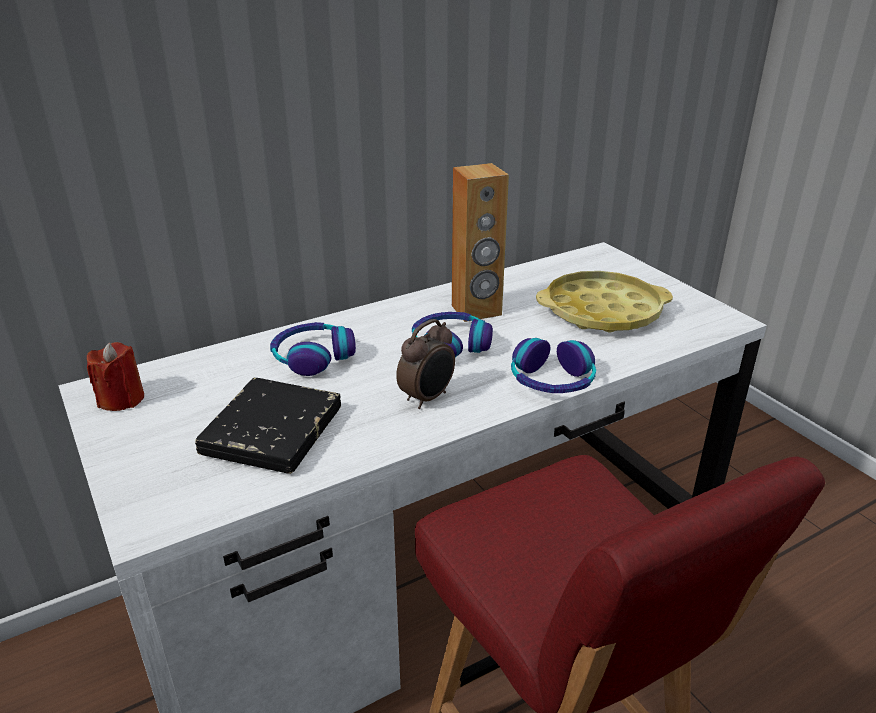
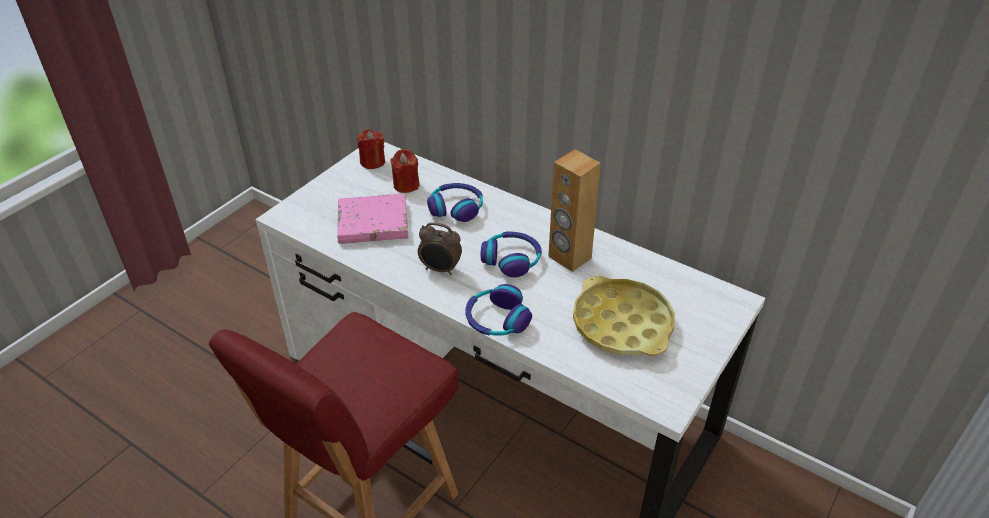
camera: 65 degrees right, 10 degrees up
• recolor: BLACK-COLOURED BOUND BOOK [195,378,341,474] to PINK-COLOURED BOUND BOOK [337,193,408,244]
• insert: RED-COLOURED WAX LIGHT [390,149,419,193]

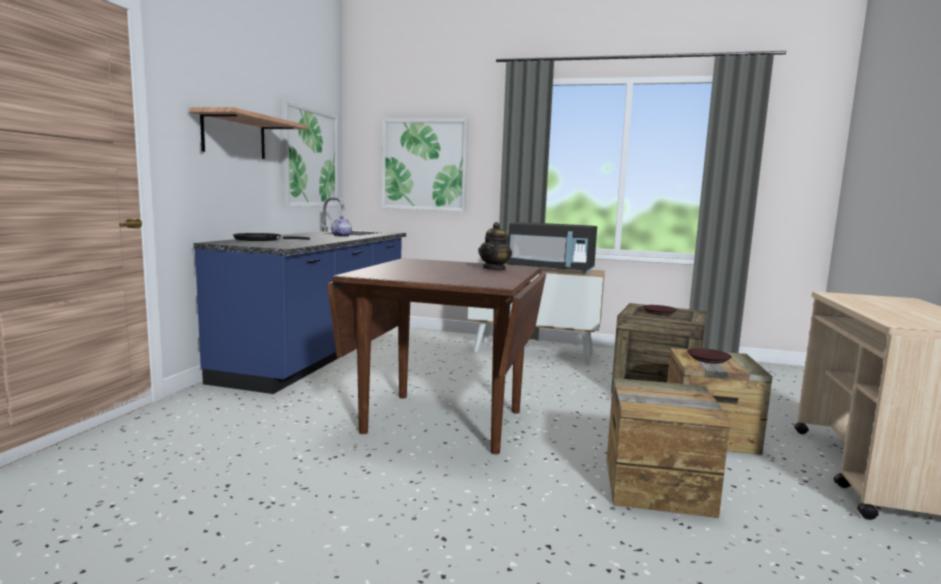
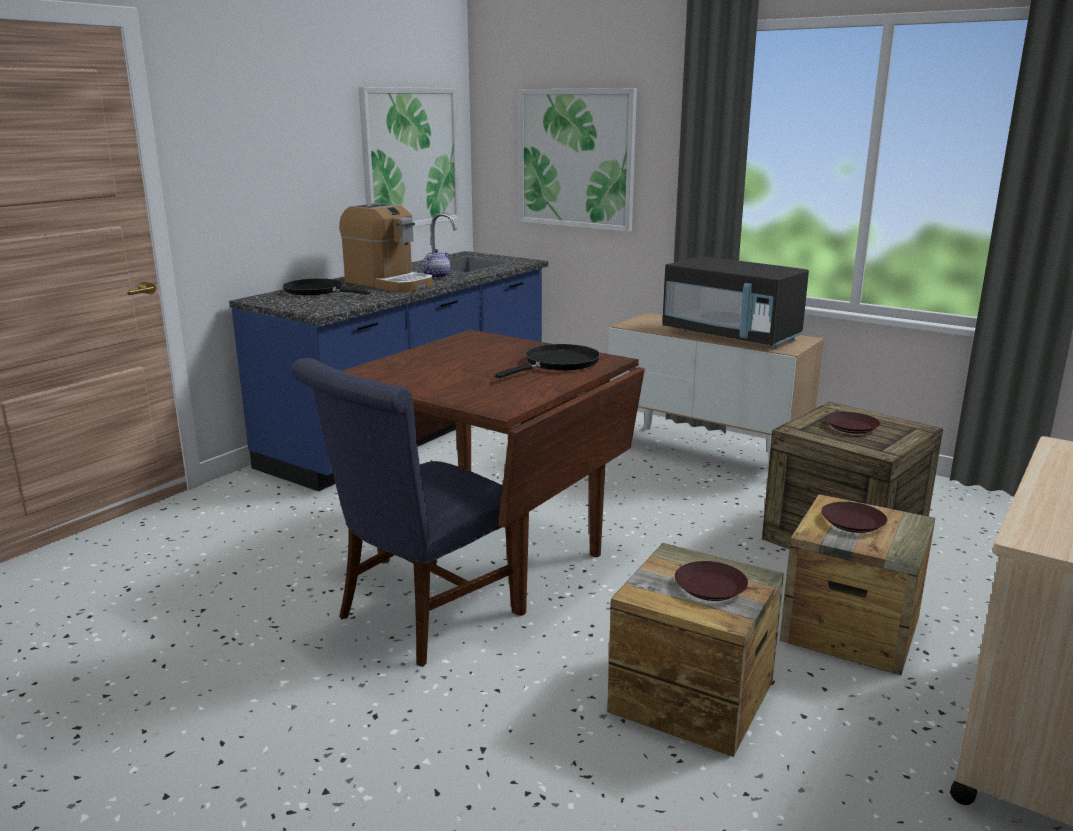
camera: 20 degrees right, 10 degrees up
• delete: SHELF [189,107,308,159]
• replace: TEA POT [478,222,512,271] to BLACK-COLOURED SKILLET [495,344,600,378]
• insert: COFFEE MAKER [339,203,433,292]
• insert: BLUE UPRIGHT CHAIR [291,358,514,667]
• insert: BROWN DINNER PLATE [675,561,748,601]

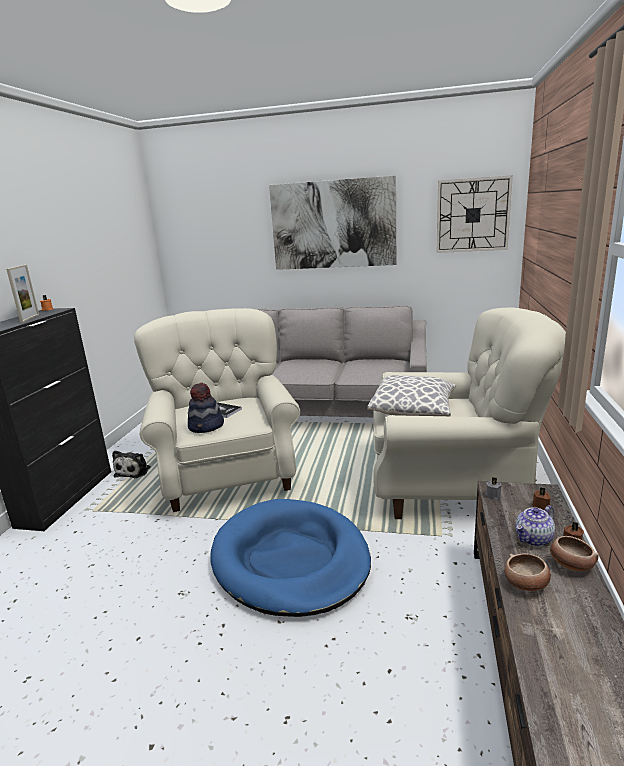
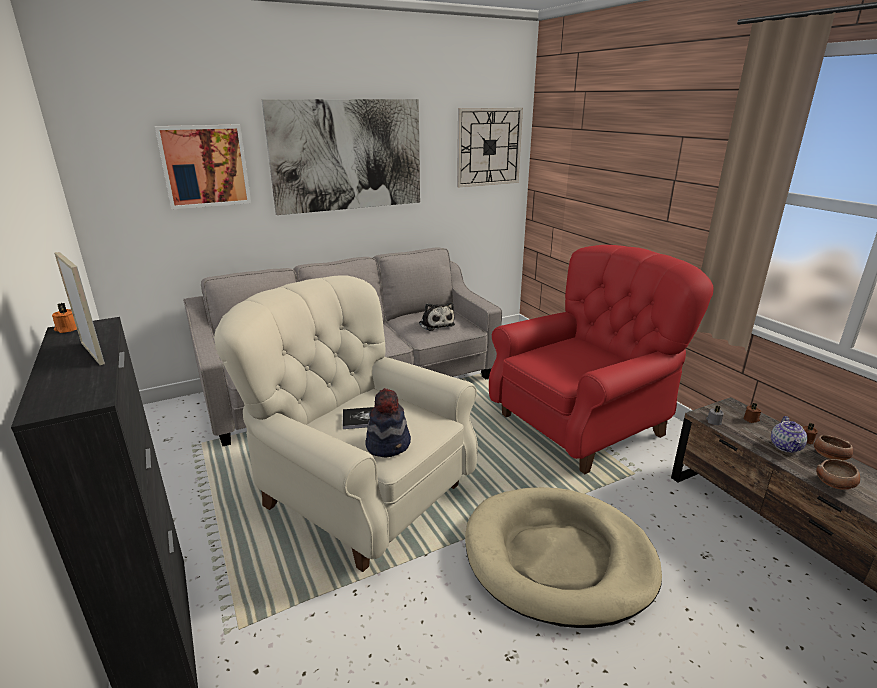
camera: 40 degrees left, 5 degrees up
• recolor: BEIGE-COLOURED LOUNGE CHAIR [373,307,566,519] to RED-COLOURED LOUNGE CHAIR [489,245,713,474]
• delete: CUSHION [367,375,455,416]
• move: SOFT TOY [112,450,151,478] to [419,302,455,331]
• recolor: BLUE DOG CUSHION [211,499,371,617] to BEIGE-COLOURED DOG CUSHION [465,487,662,628]
• insert: PICTURE [155,124,251,209]

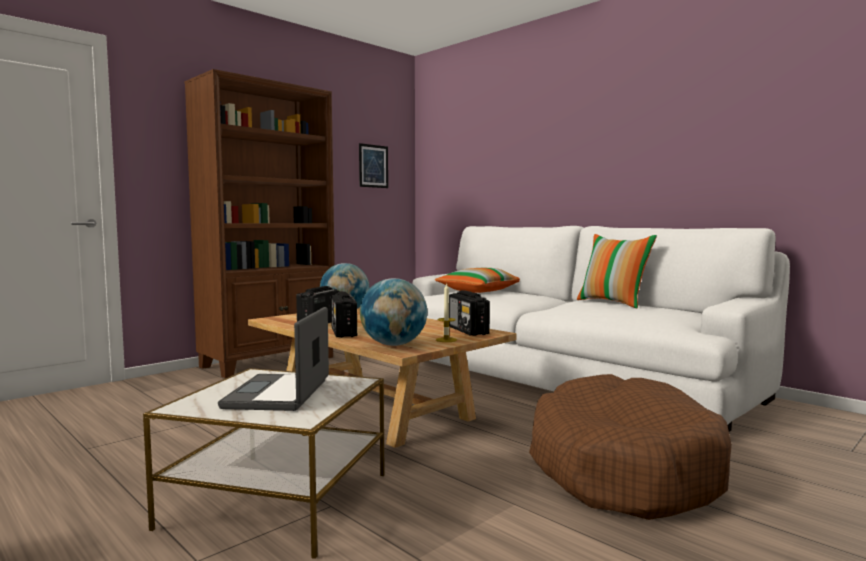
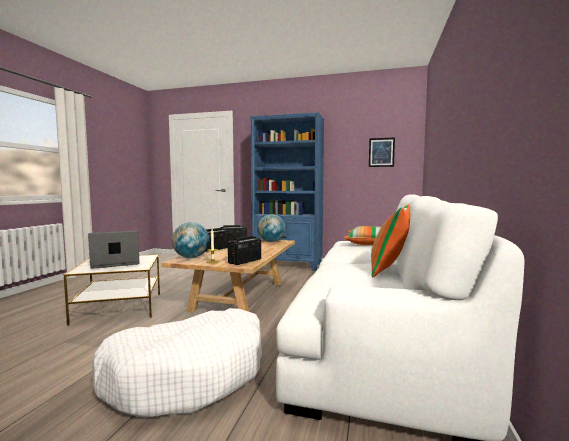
camera: 60 degrees right, 0 degrees up
• recolor: BROWN BOOKCASE [185,69,335,378] to BLUE BOOKCASE [251,112,324,271]
• recolor: BROWN DOG CUSHION [529,374,732,520] to WHITISH DOG CUSHION [92,308,262,418]

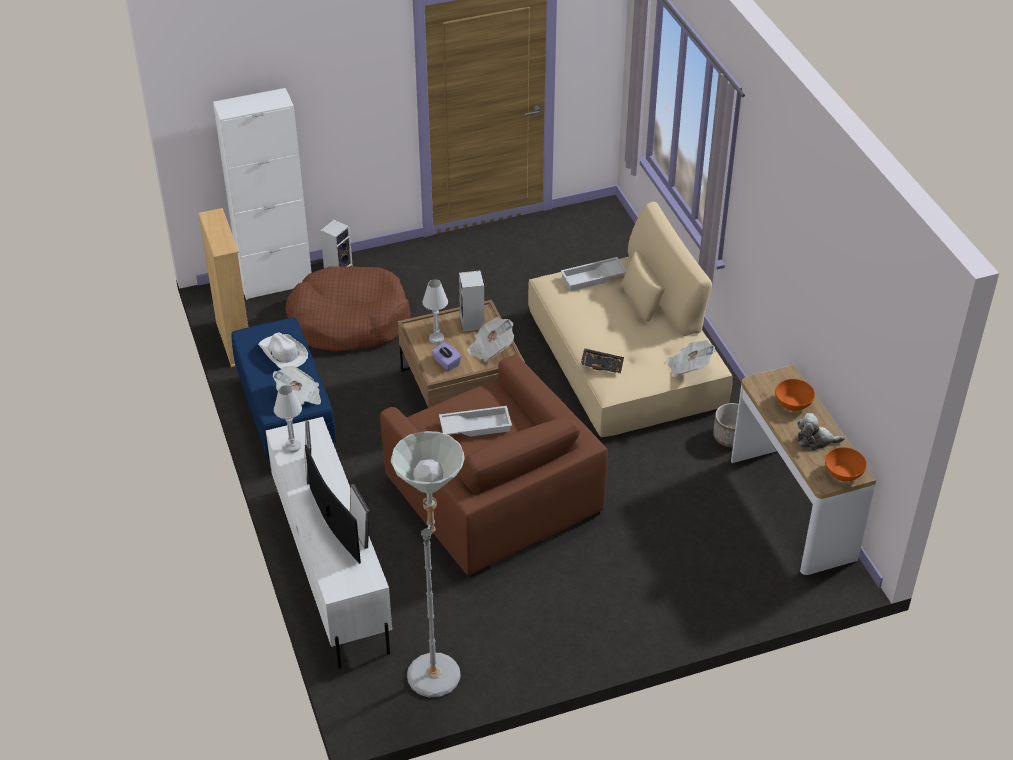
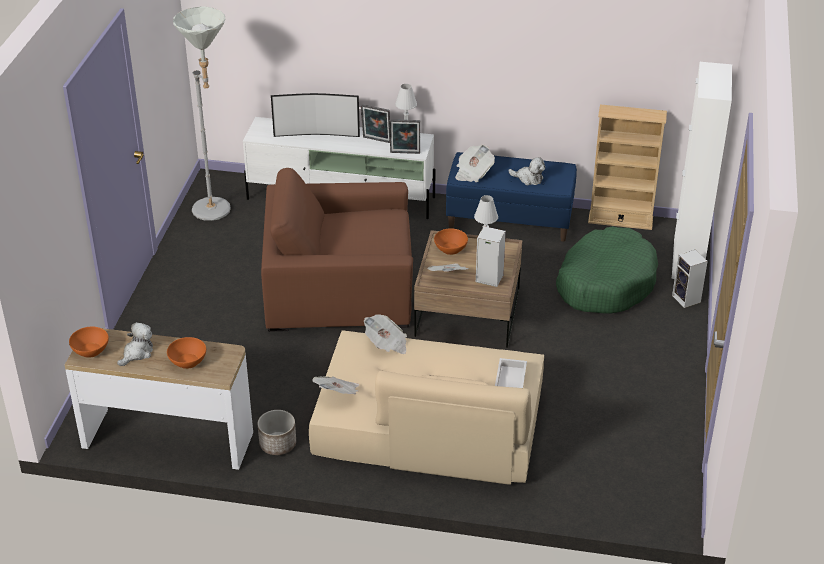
camera: 120 degrees right, 5 degrees down
• recolor: BROWN DOG CUSHION [285,266,411,352] to GREENISH DOG CUSHION [556,226,658,313]
• replace: WHITISH HAT [258,332,308,369] to SOFT TOY [508,157,545,185]
• replace: PURPLISH BOX OF TISSUES [432,342,461,371] to ORANGE-COLOURED DEEP DISH [434,228,468,255]
• replace: BLACK-COLOURED CARRYING TRAY [581,348,624,374] to PRINTED PAPER [364,314,407,354]
• delete: WHITISH CARRYING TRAY [439,406,512,437]
• move: STANDING FRAME [350,484,370,549] to [390,119,420,154]

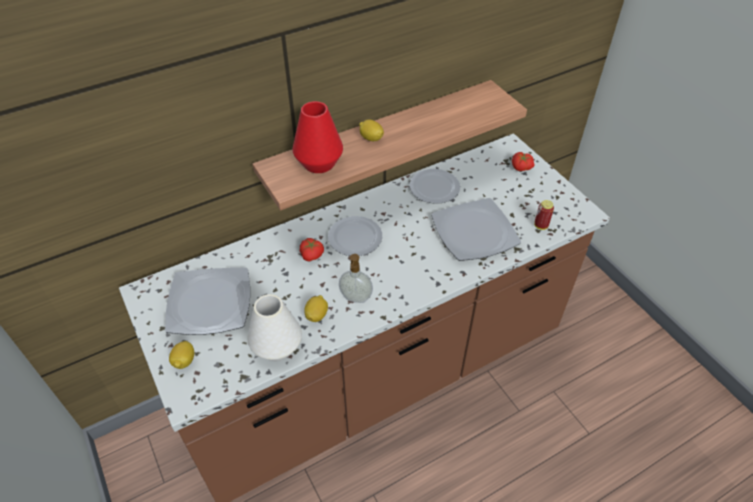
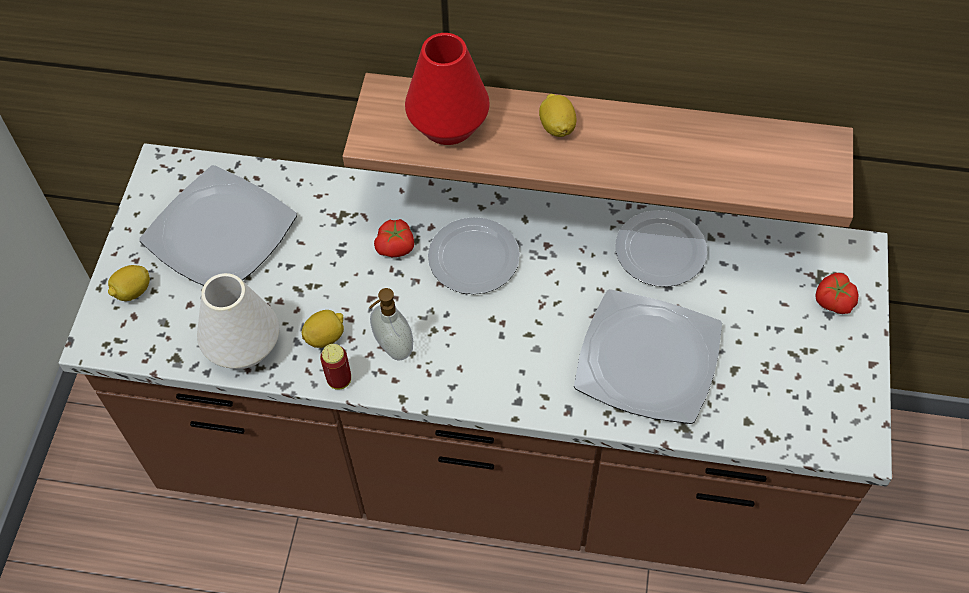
camera: 40 degrees right, 10 degrees up
• move: CAN [534,200,554,230] to [320,344,351,390]

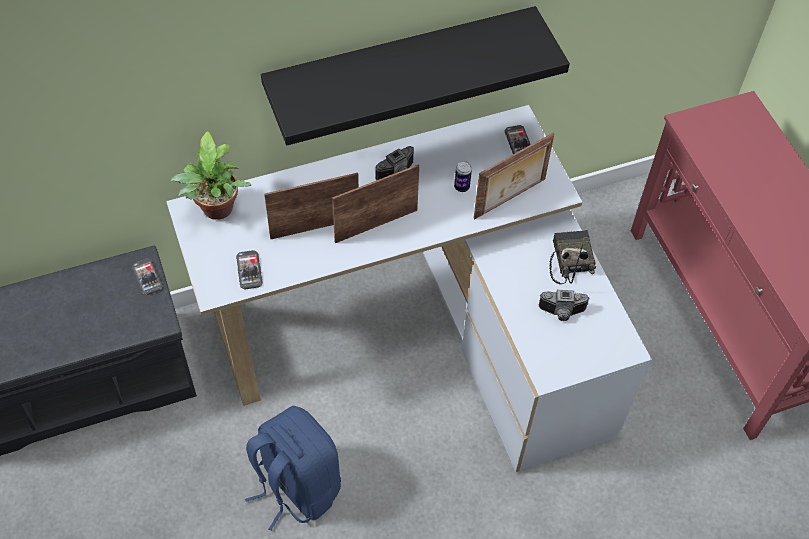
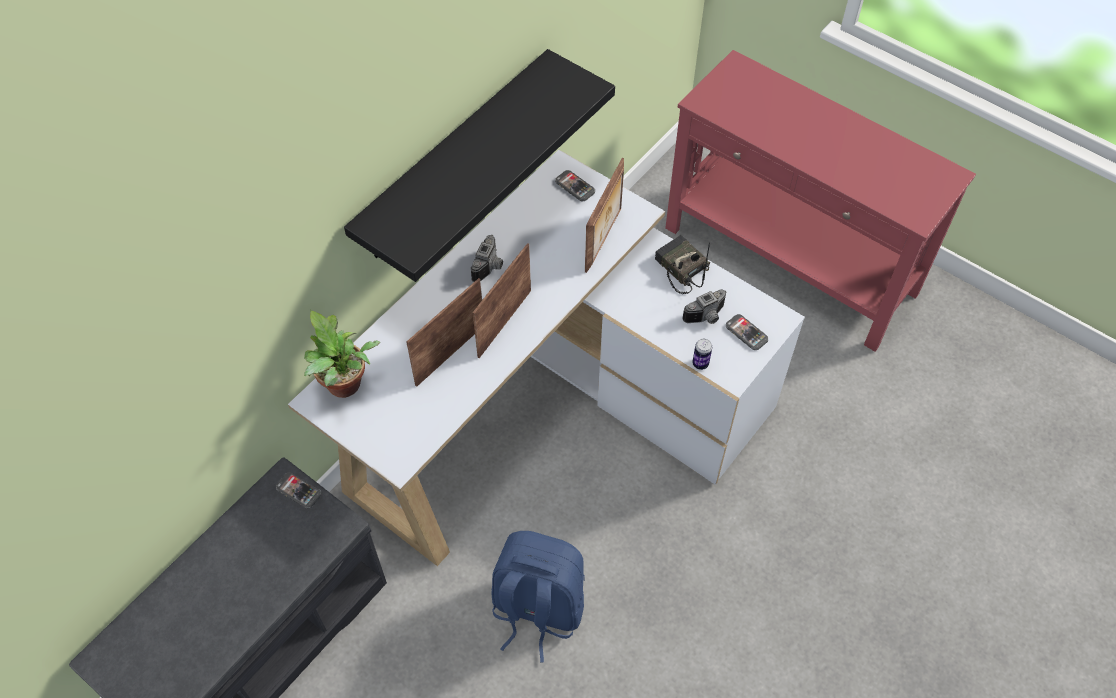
camera: 30 degrees left, 0 degrees up
• move: CAN [454,161,472,192] to [692,339,712,370]
• move: TELEPHONE [236,250,263,289] to [726,314,768,350]

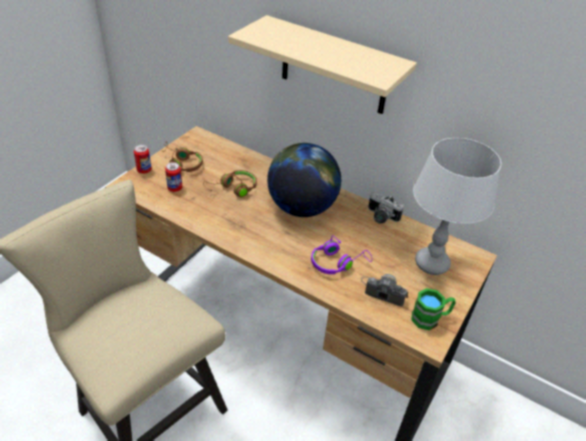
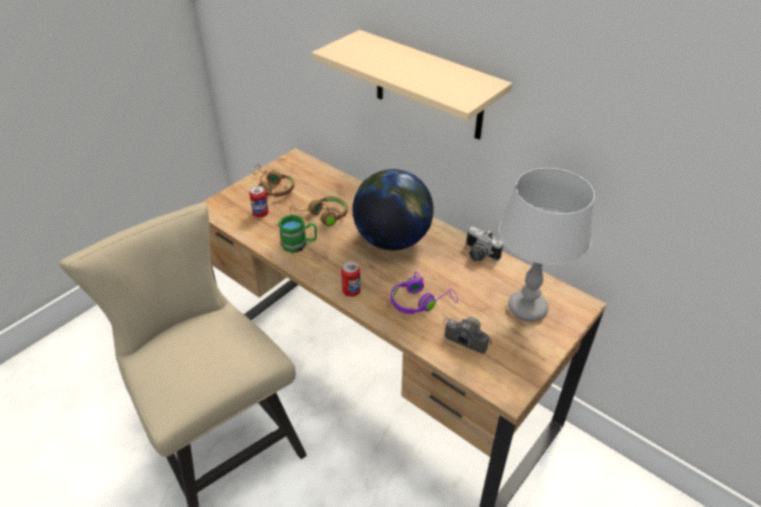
camera: 10 degrees right, 0 degrees up
• move: CAN [134,145,152,174] to [341,262,361,297]
• move: GREENISH TEA MUG [411,288,456,330] to [278,215,317,253]

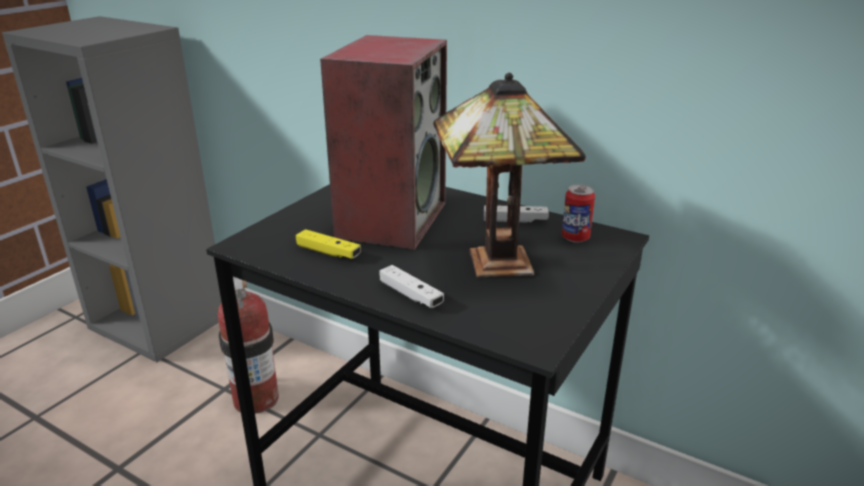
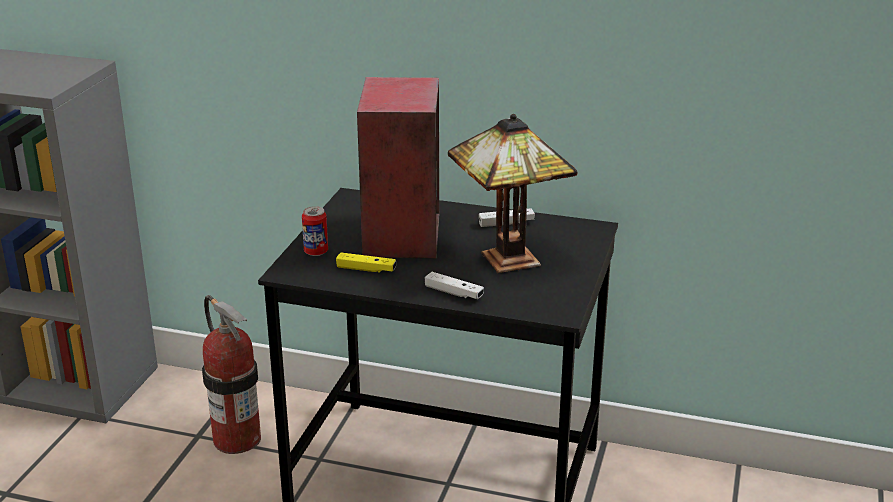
camera: 15 degrees left, 0 degrees up
• move: CAN [562,184,595,243] to [302,206,328,256]

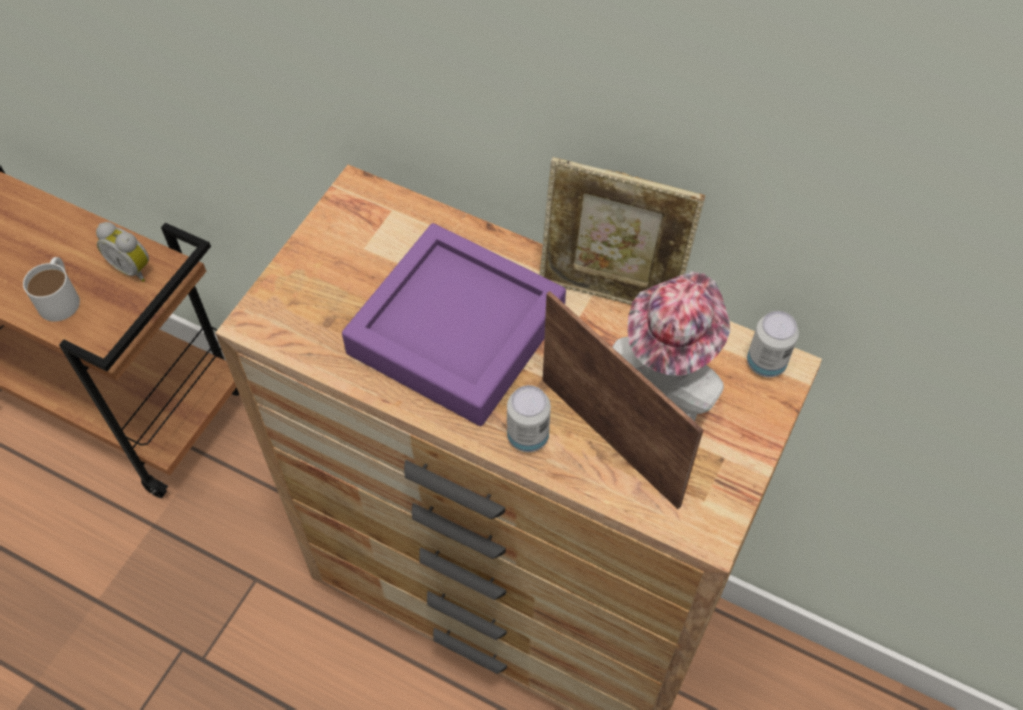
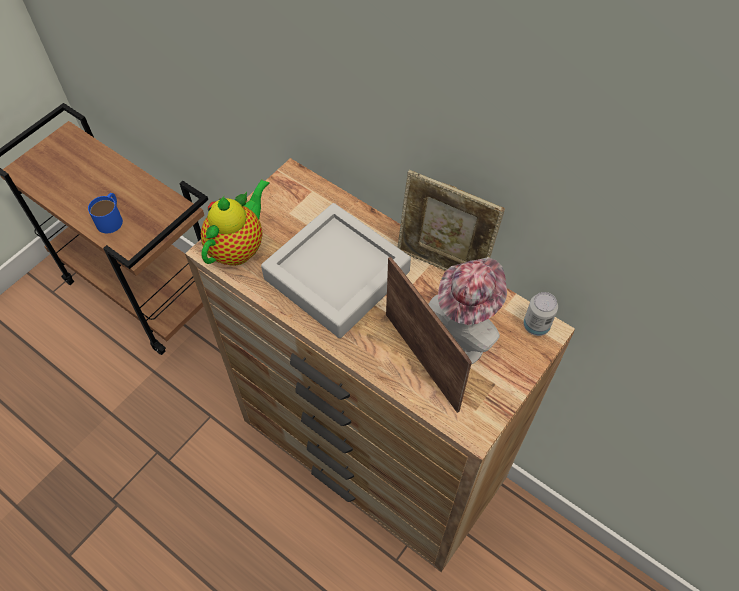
camera: 10 degrees right, 0 degrees up
• delete: ALARM CLOCK [96,222,149,282]
• recolor: PURPLISH CARRYING TRAY [342,223,566,426] to GREYISH CARRYING TRAY [261,203,411,338]
• recolor: WHITISH TEA MUG [23,257,80,322] to BLUE TEA MUG [88,193,123,233]
• delete: CAN [507,385,551,452]
• insert: TEA POT [201,179,270,266]

